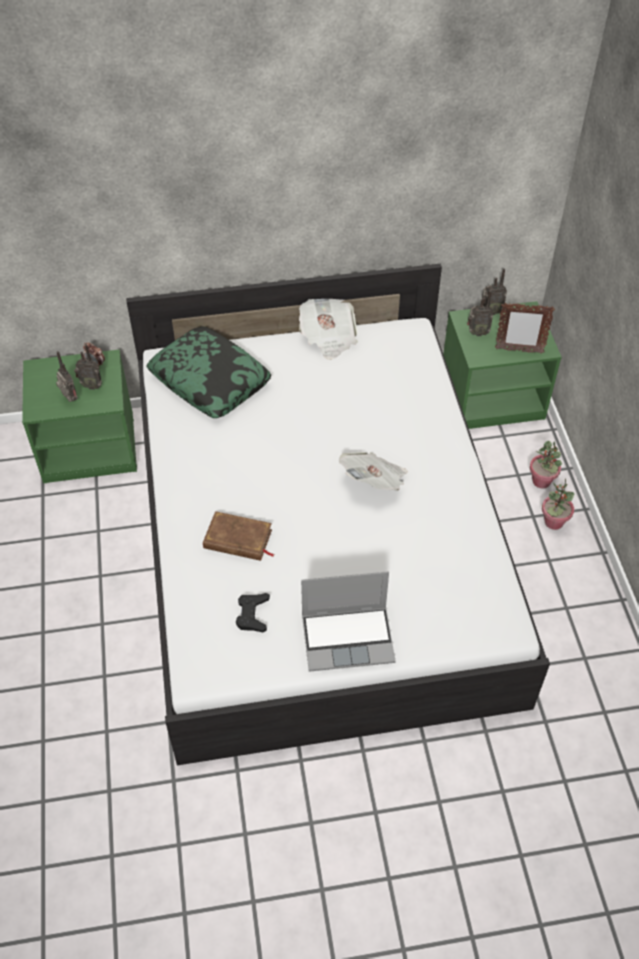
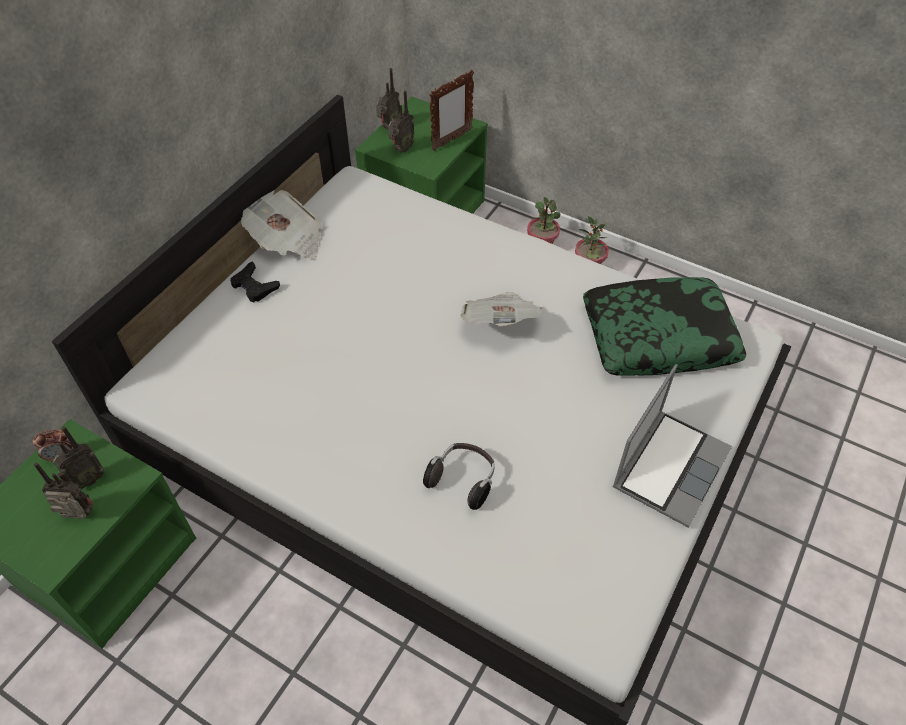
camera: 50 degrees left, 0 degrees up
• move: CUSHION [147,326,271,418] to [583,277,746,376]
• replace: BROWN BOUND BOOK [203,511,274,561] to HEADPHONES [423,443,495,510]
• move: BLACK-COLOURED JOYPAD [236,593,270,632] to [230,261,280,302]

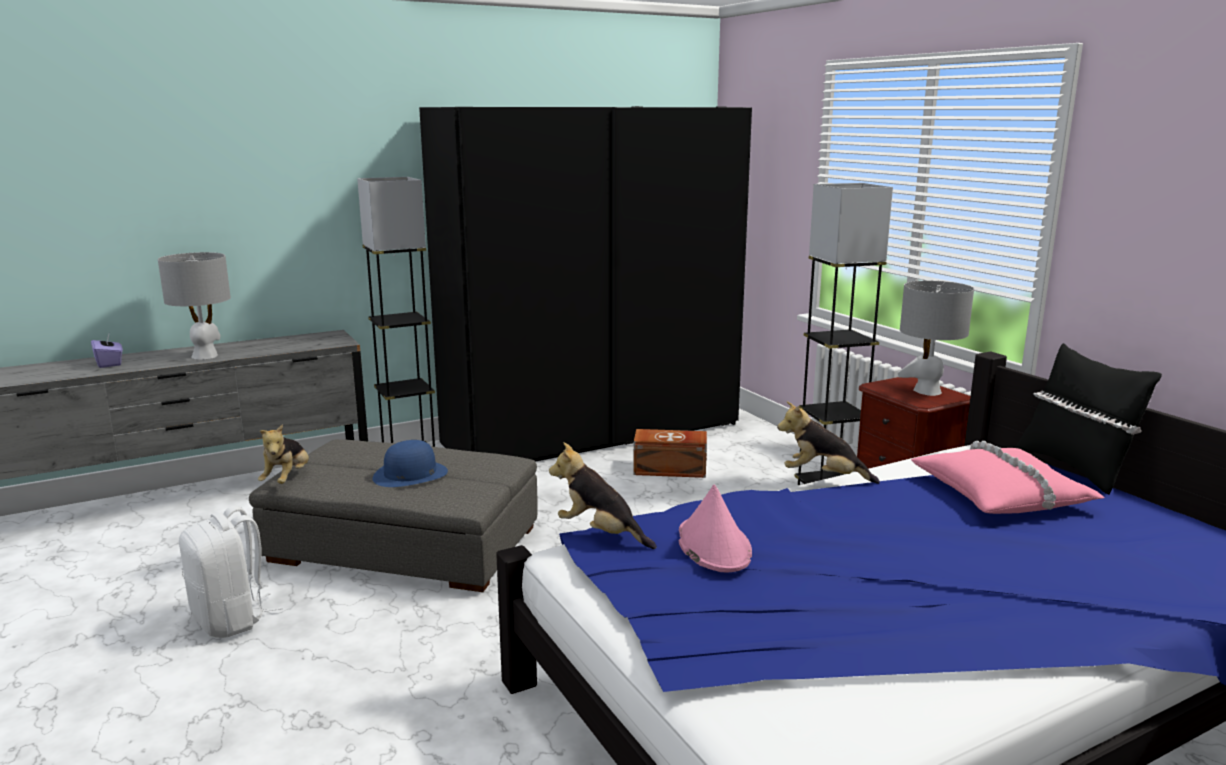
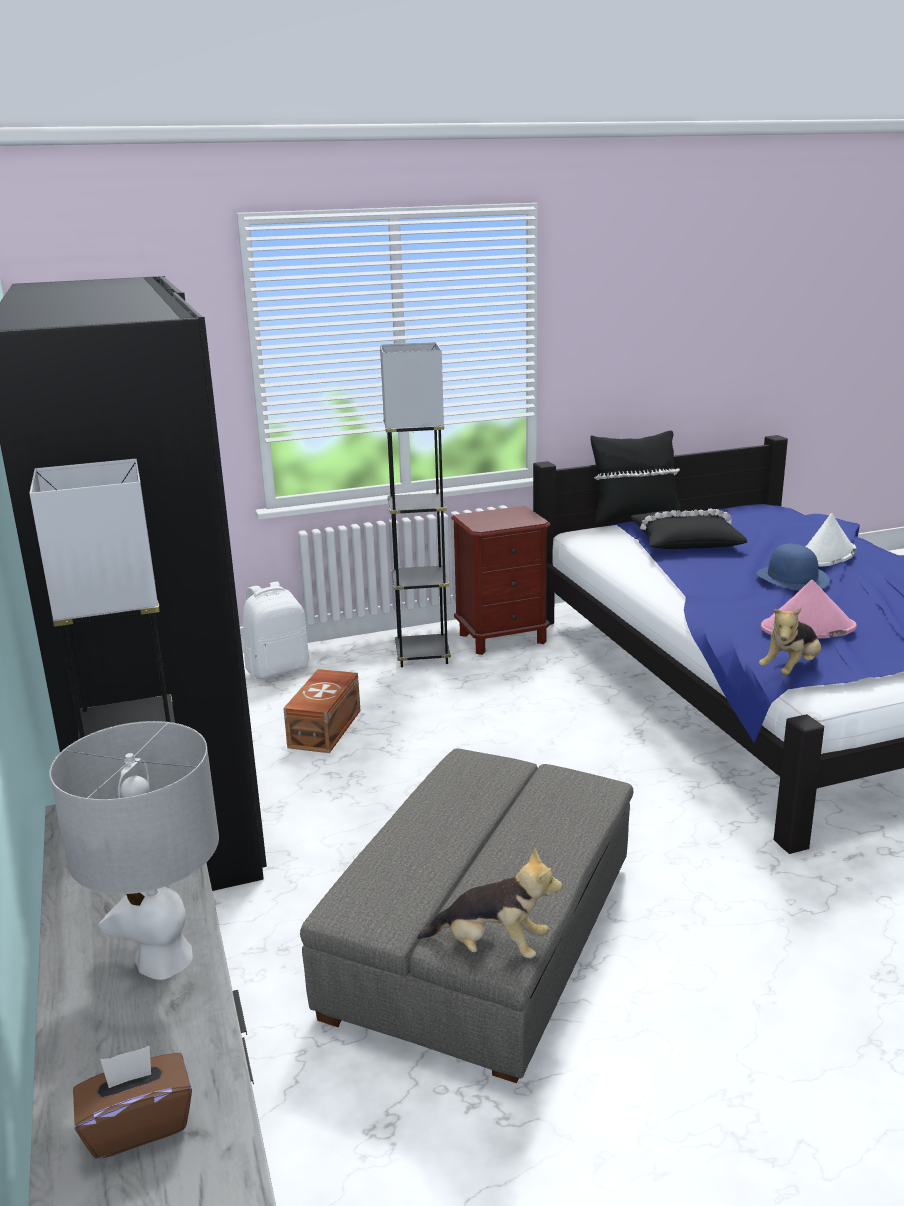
camera: 80 degrees left, 5 degrees up
• delete: GREYISH LAMP FOR A TABLE [898,281,974,396]
• recolor: PURPLISH BOX OF TISSUES [91,331,123,368] to BROWN BOX OF TISSUES [73,1046,192,1159]
• delete: SOFT TOY [777,401,880,484]
• move: BLUE HAT [372,440,448,487] to [757,544,830,591]
• recolor: PINK-COLOURED CUSHION [911,441,1104,514] to BLACK-COLOURED CUSHION [631,508,747,549]
• move: WHITISH BACKPACK [179,506,283,638] to [243,581,309,679]
• insert: WHITISH HAT [805,513,856,566]

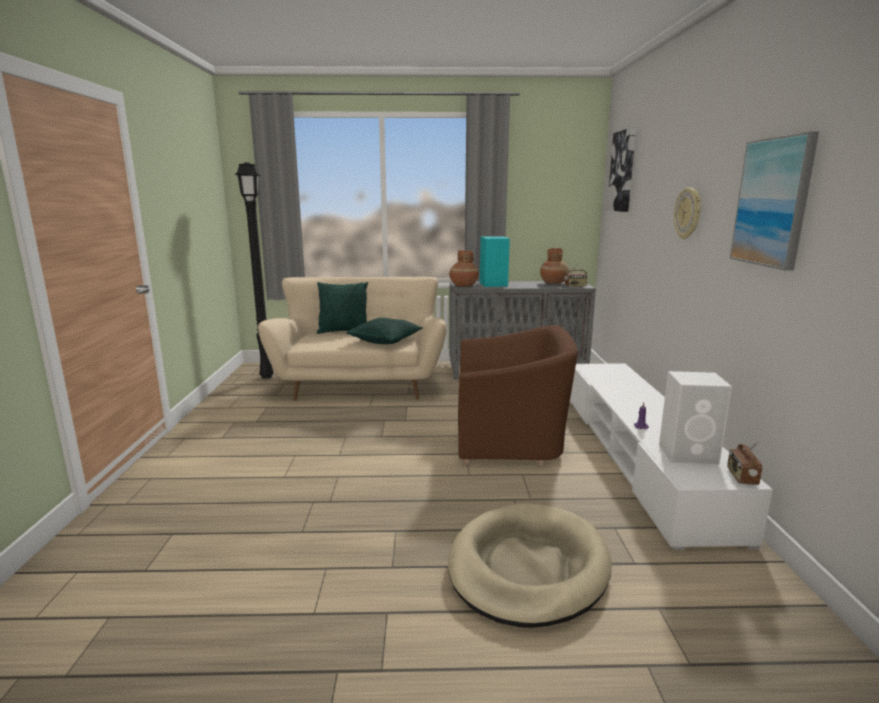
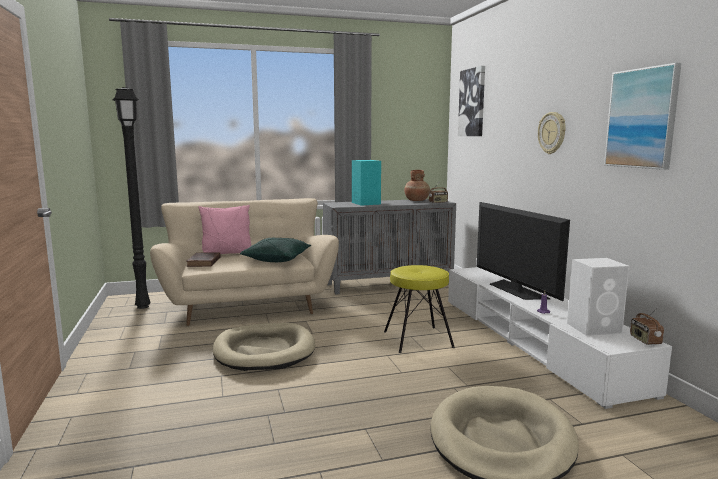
camera: 15 degrees left, 5 degrees down
• delete: BROWN VASE [449,250,479,287]
• recolor: GREENISH CUSHION [317,282,368,334] to PINK-COLOURED CUSHION [199,205,251,255]
• replace: BROWN LOUNGE CHAIR [458,325,578,466] to YELLOW SITTING STOOL [384,265,455,353]
• insert: TV [477,202,570,301]
• insert: BROWN BOUND BOOK [186,252,221,267]
• insert: BEIGE-COLOURED DOG CUSHION [213,323,315,371]

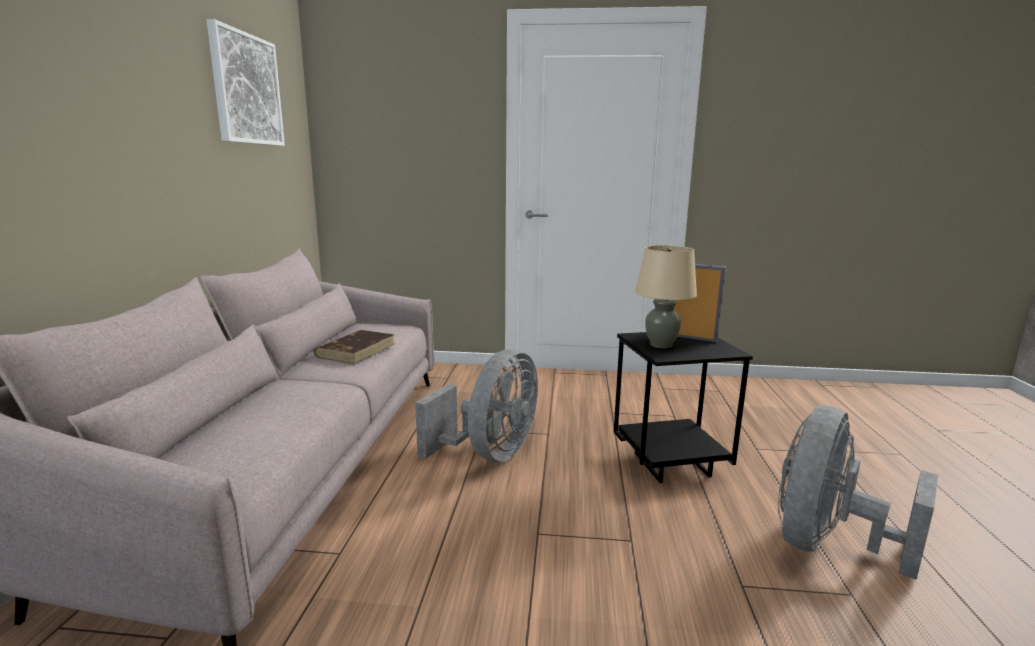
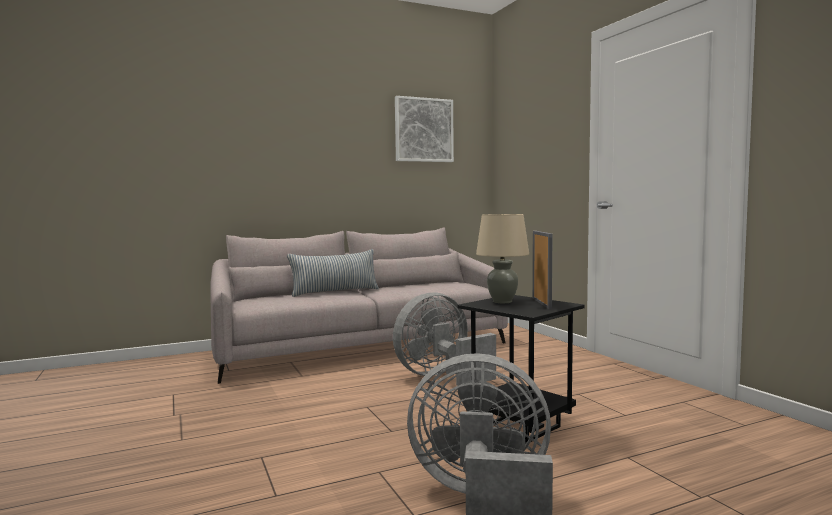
camera: 60 degrees right, 10 degrees down
• delete: BROWN BOUND BOOK [314,330,395,364]
• rotate: GREYISH COOLING FAN [415,350,538,462] = [393,293,496,386] 150 degrees clockwise
• insert: CUSHION [287,249,379,297]

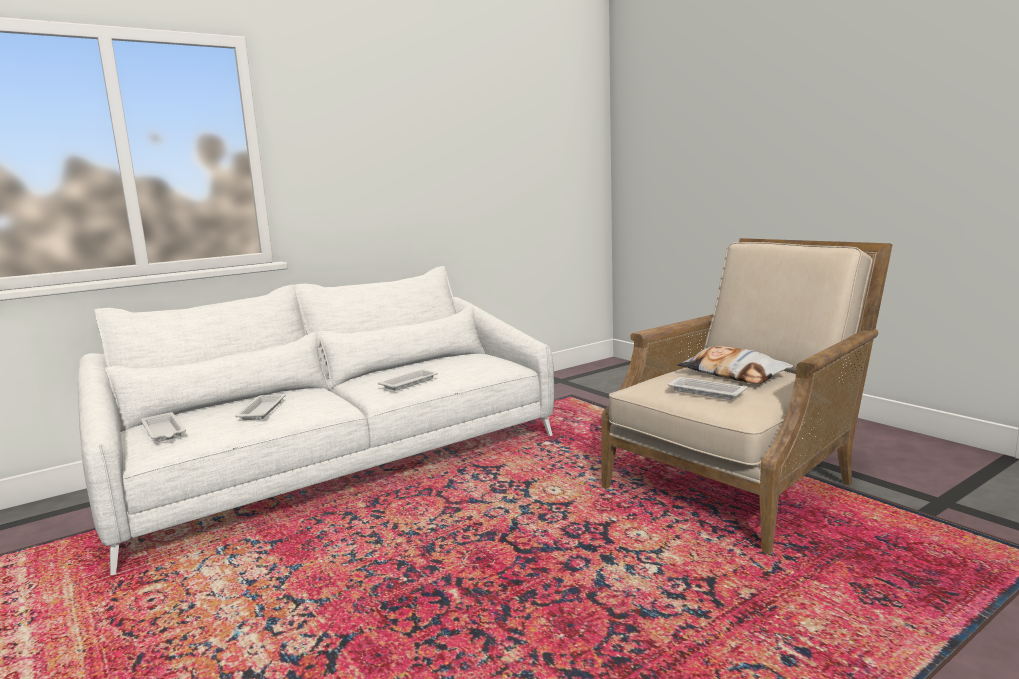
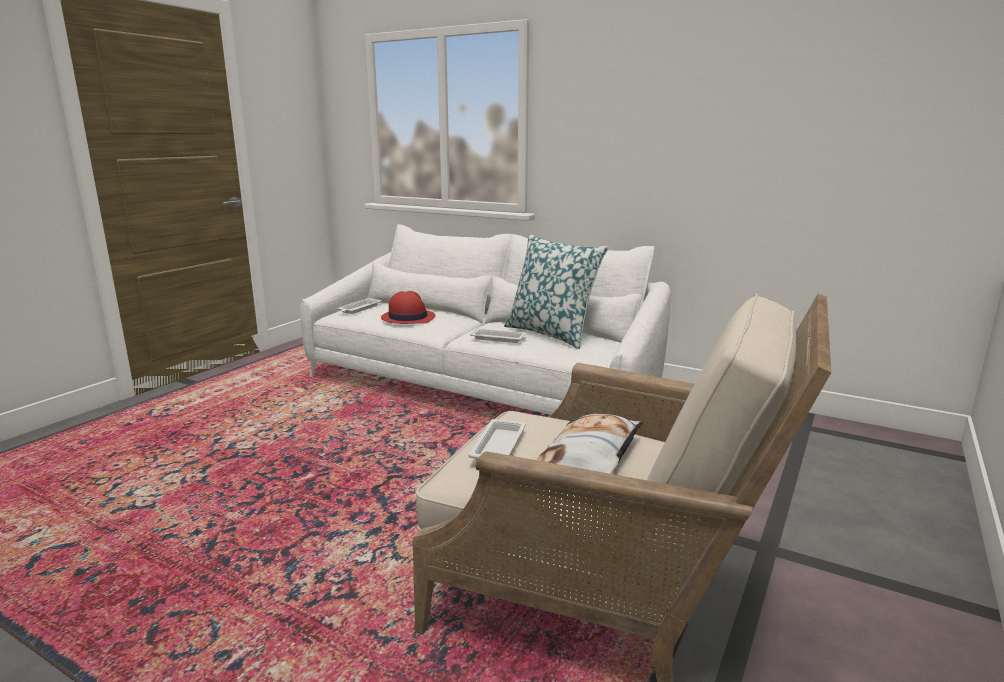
camera: 65 degrees right, 5 degrees up
• replace: WHITISH CARRYING TRAY [235,394,286,420] to RED-COLOURED HAT [381,291,435,324]
• insert: CUSHION [504,234,608,349]

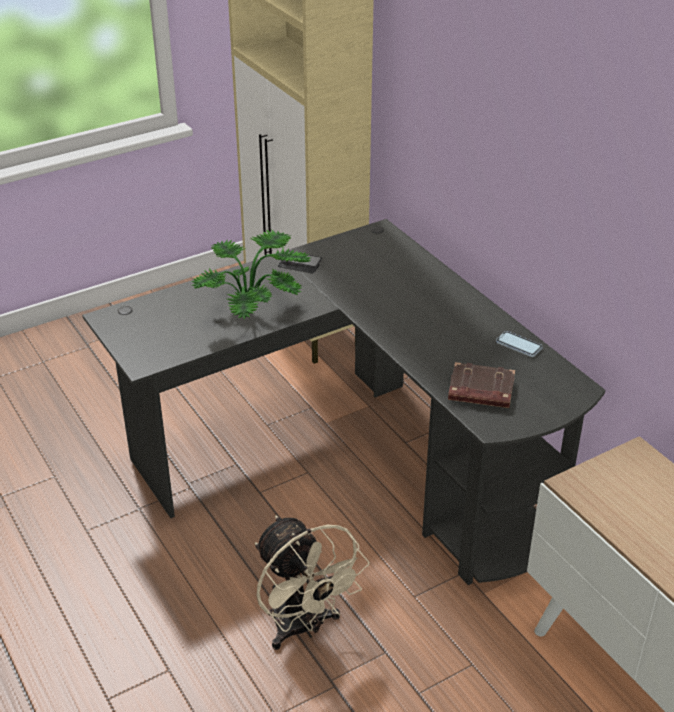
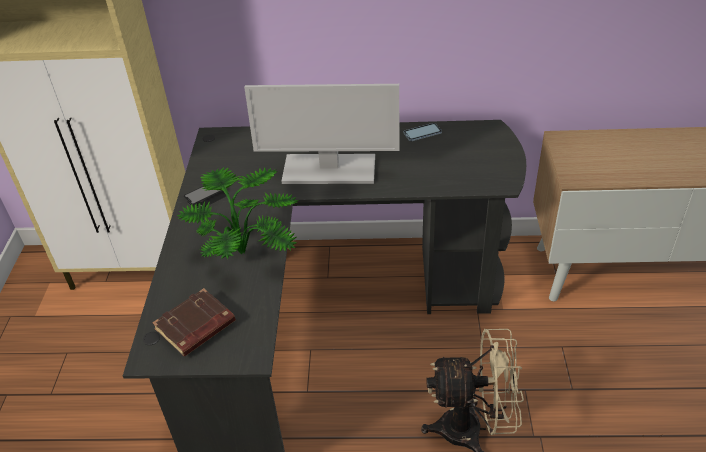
camera: 55 degrees left, 5 degrees up
• move: BROWN BOUND BOOK [448,362,515,408] to [152,288,236,357]
• insert: MONITOR [244,84,399,184]

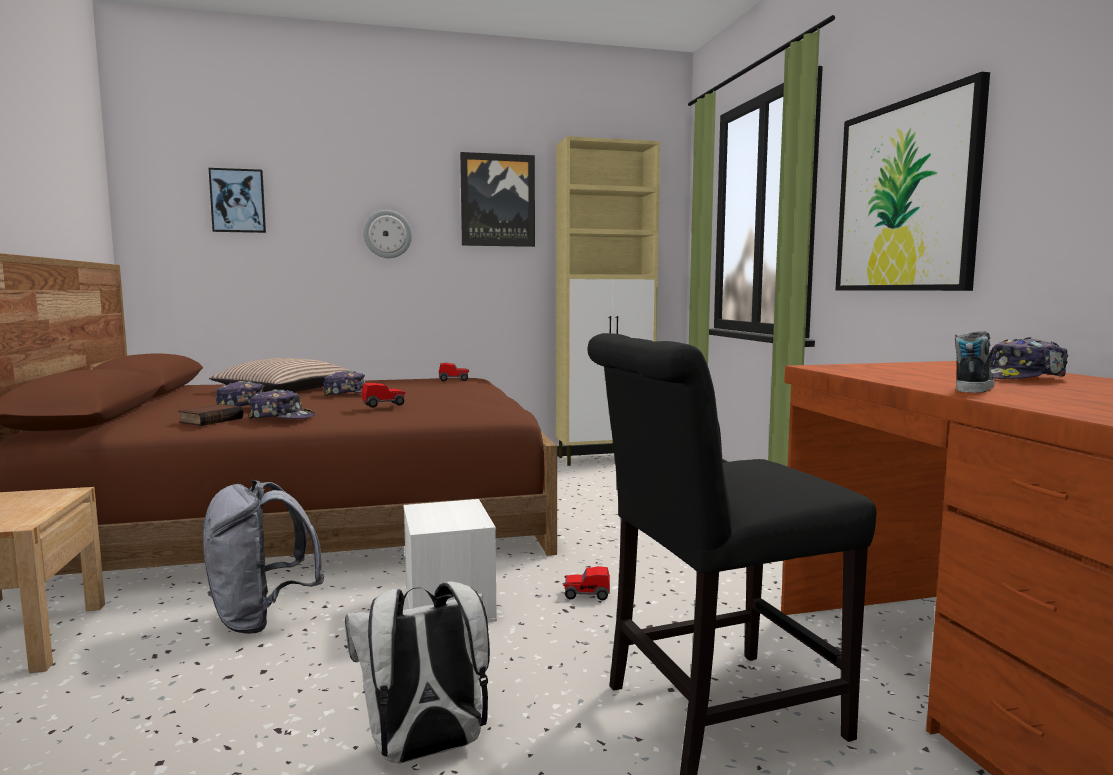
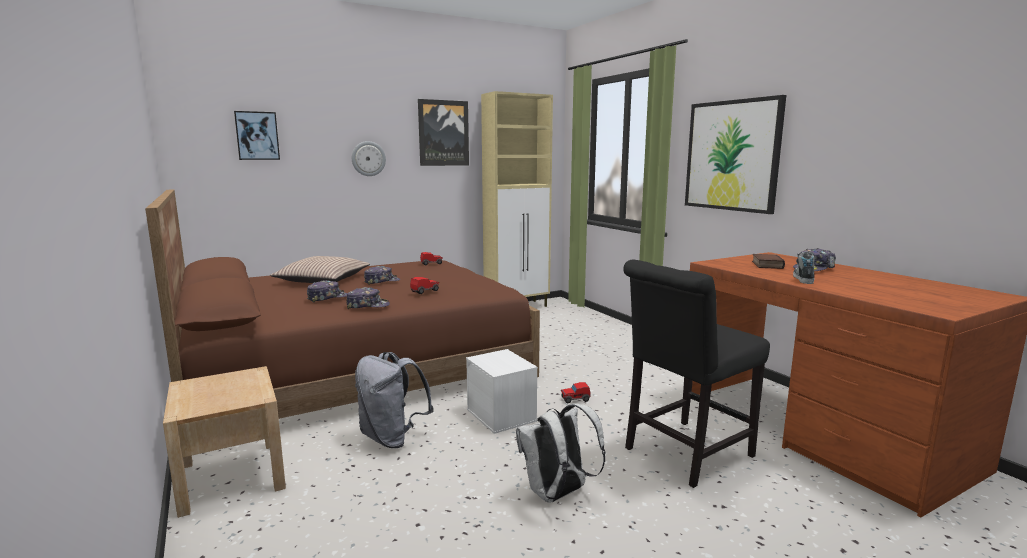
camera: 15 degrees left, 5 degrees up
• move: BOUND BOOK [178,404,243,426] to [752,254,785,269]

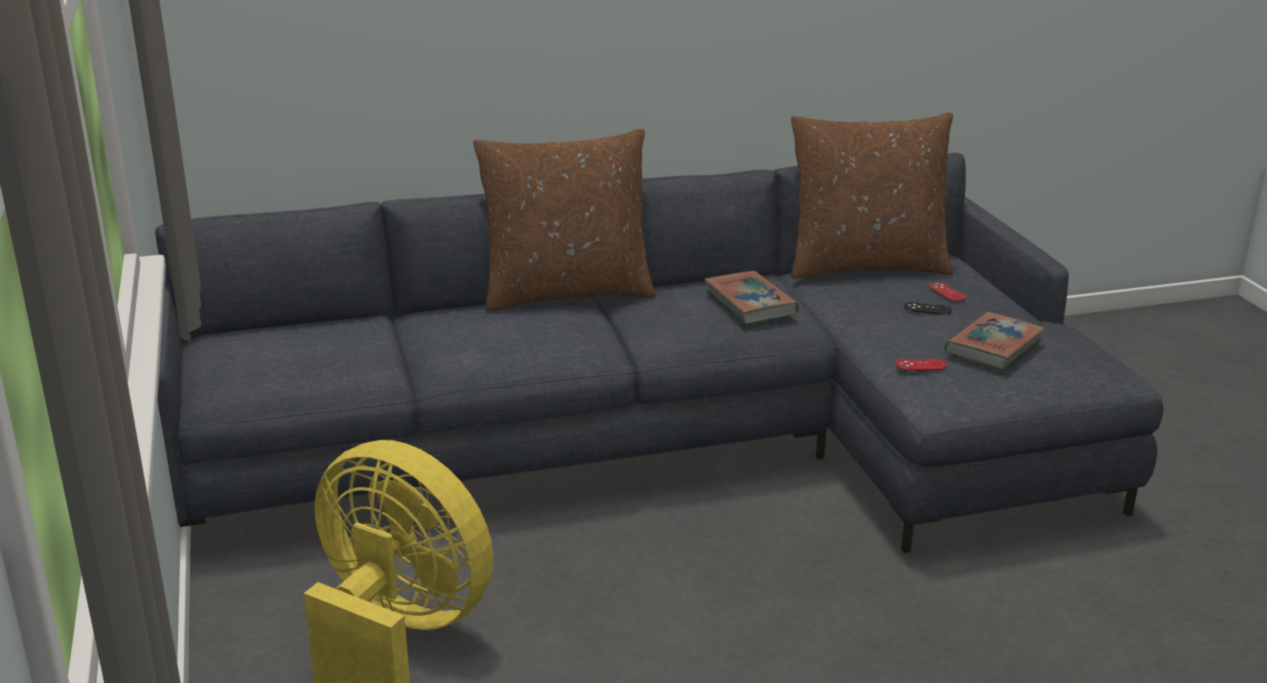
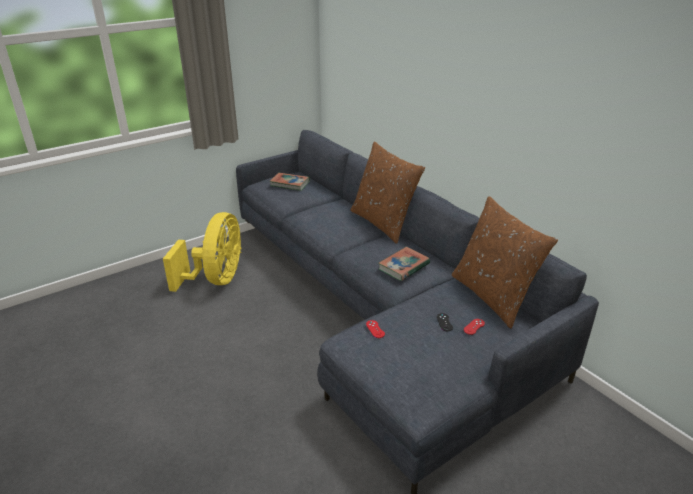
camera: 70 degrees right, 5 degrees up
• move: BOUND BOOK [944,312,1045,371] to [270,173,310,191]

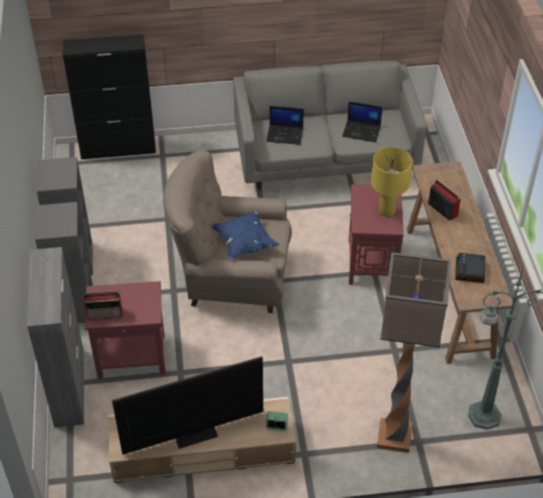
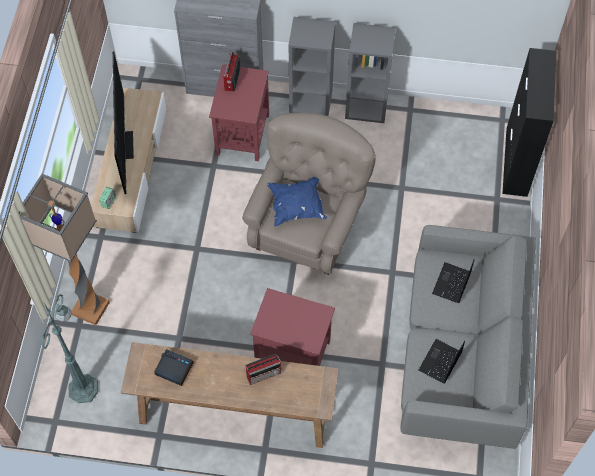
camera: 105 degrees right, 15 degrees up
• delete: YELLOW LAMP FOR A TABLE [371,147,413,217]

